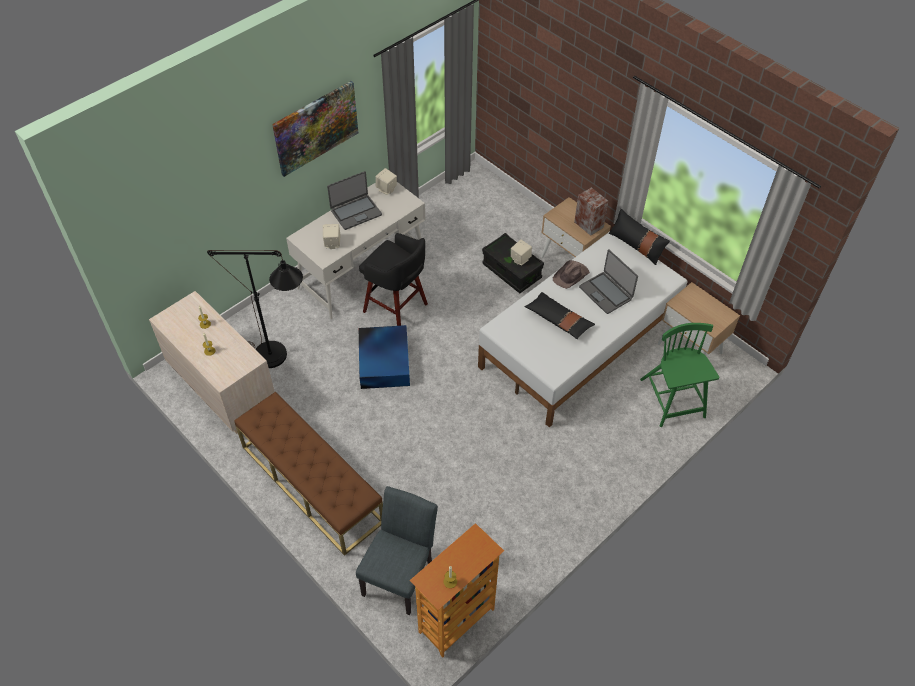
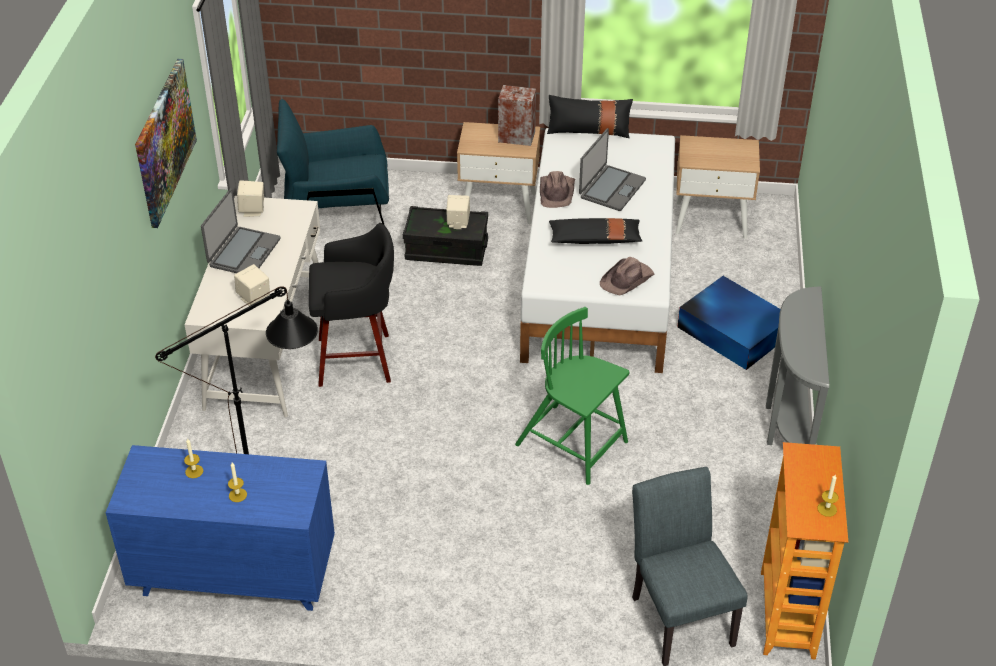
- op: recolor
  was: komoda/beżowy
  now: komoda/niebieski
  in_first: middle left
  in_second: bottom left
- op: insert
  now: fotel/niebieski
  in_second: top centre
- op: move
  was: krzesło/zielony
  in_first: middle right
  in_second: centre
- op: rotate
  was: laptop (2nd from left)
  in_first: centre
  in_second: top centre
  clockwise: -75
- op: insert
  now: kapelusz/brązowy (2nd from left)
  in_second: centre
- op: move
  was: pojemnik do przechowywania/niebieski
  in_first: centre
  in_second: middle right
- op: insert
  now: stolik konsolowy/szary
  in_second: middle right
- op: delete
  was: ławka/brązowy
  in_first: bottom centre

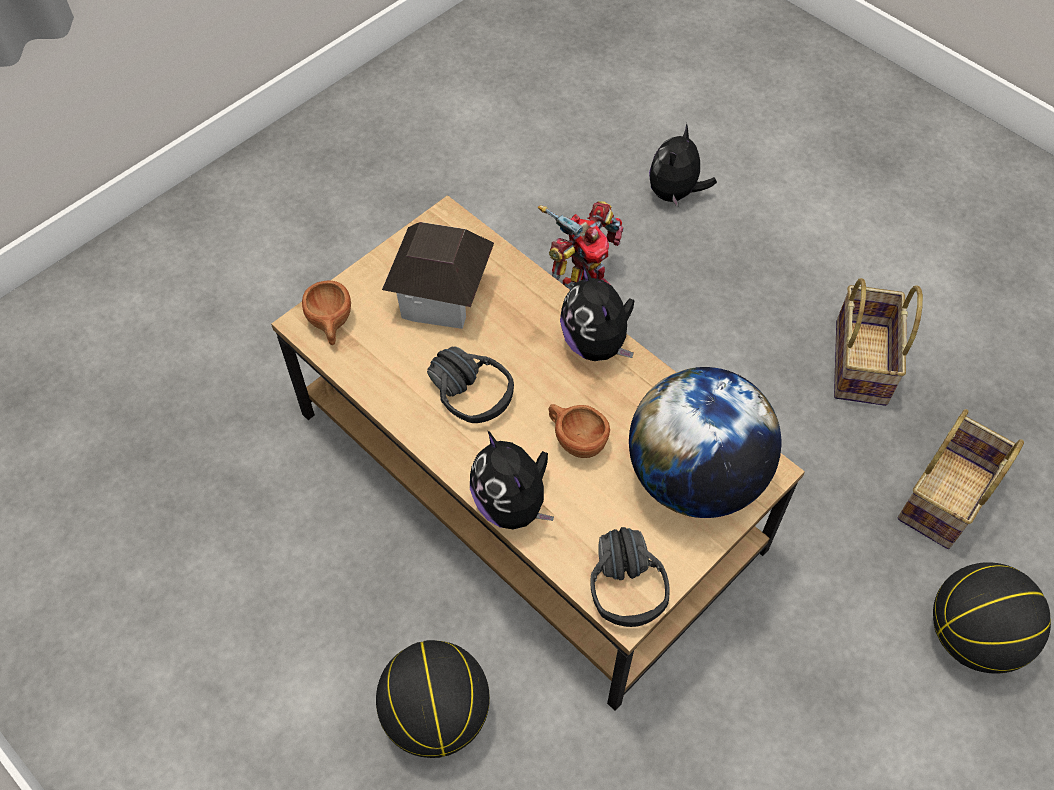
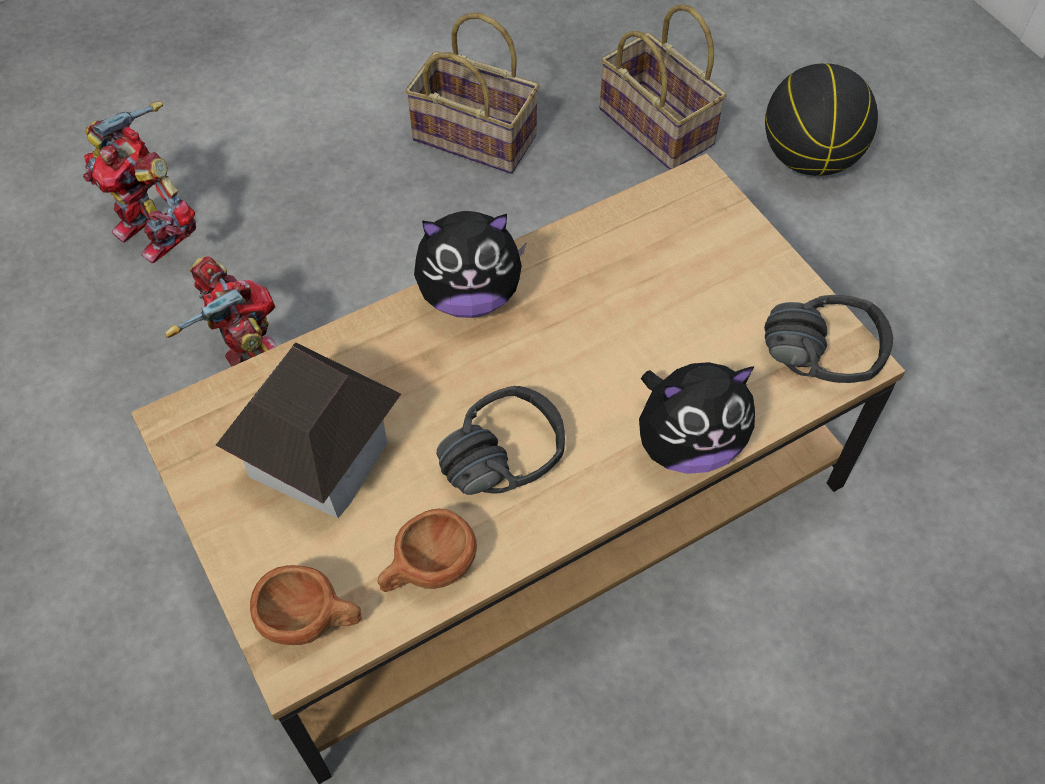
- op: replace
  was: pluszak (3rd from left)
  now: robot zabawkowy (1st from left)
  in_first: top centre
  in_second: top left
- op: move
  was: filiżanka/brązowy (2nd from left)
  in_first: centre
  in_second: bottom centre
- op: delete
  was: piłka do koszykówki (1st from left)
  in_first: bottom centre
- op: delete
  was: globus
  in_first: middle right

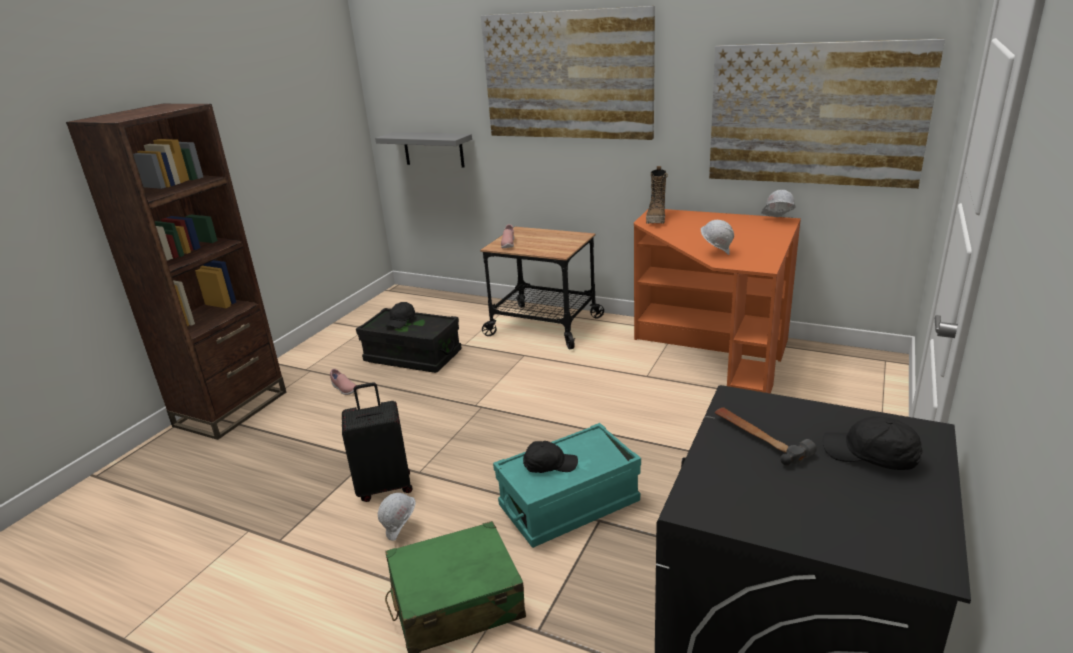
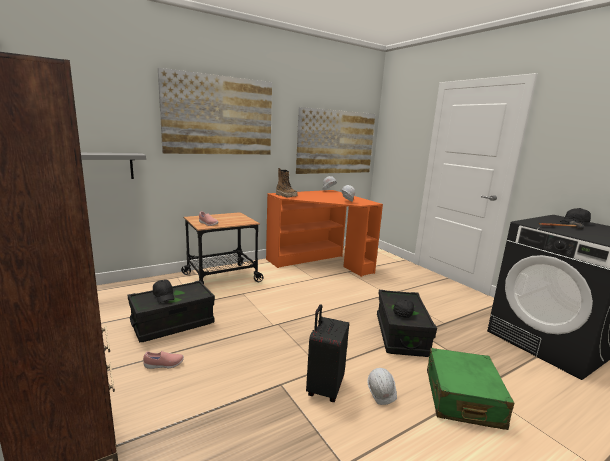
- op: recolor
  was: pojemnik do przechowywania/turkusowy
  now: pojemnik do przechowywania/czarny (2nd from left)
  in_first: bottom centre
  in_second: bottom right

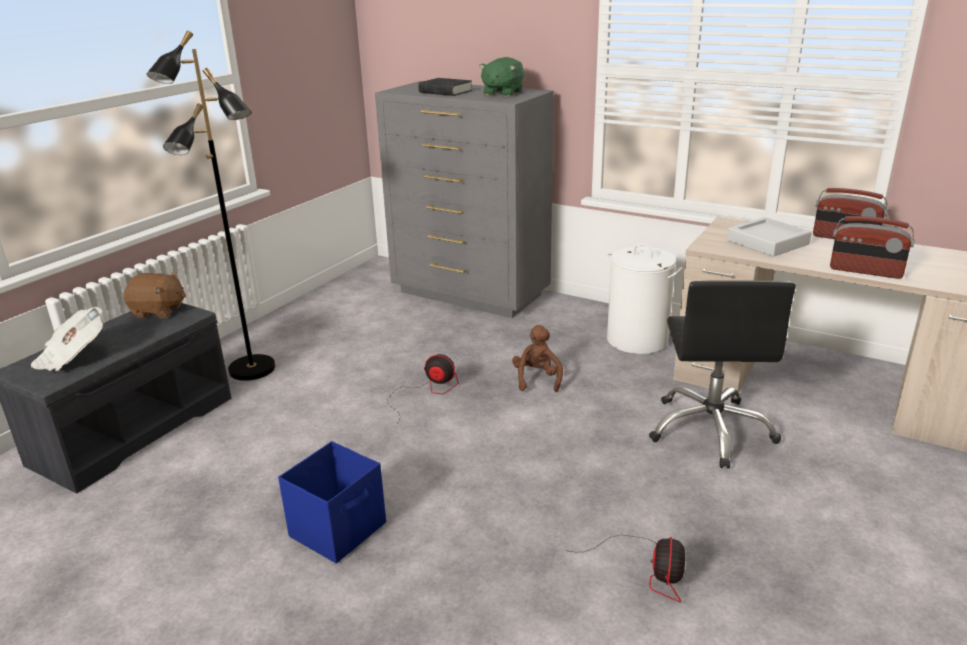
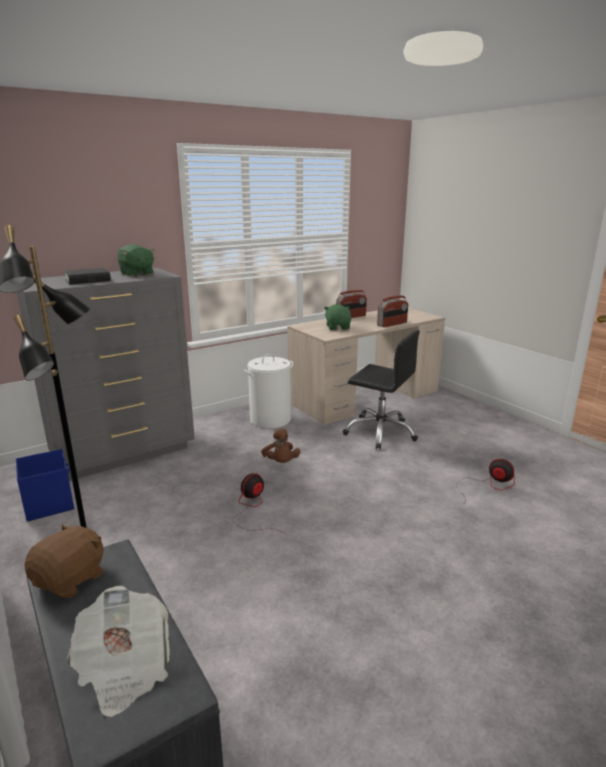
- op: move
  was: pojemnik do przechowywania/niebieski
  in_first: bottom centre
  in_second: middle left
- op: rotate
  was: pluszak/brązowy (2nd from left)
  in_first: centre
  in_second: centre
  clockwise: -135
- op: replace
  was: taca/szary
  now: pluszak/zielony (2nd from left)
  in_first: middle right
  in_second: centre

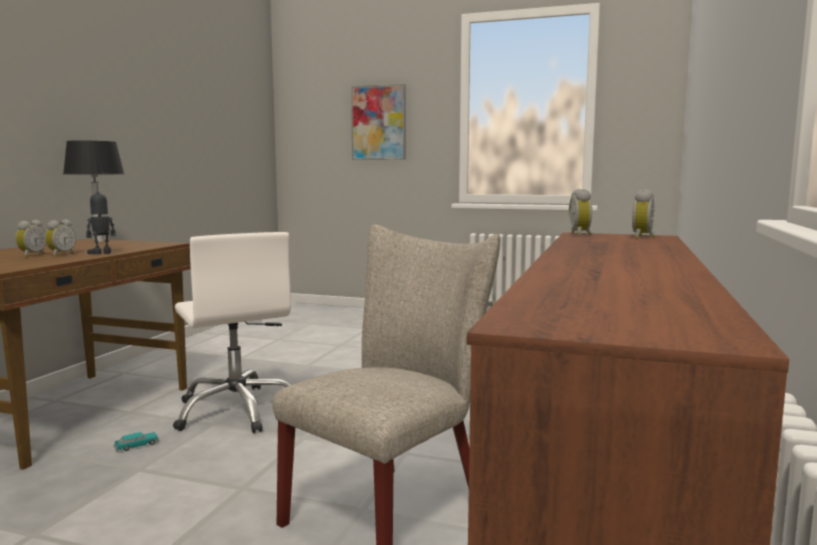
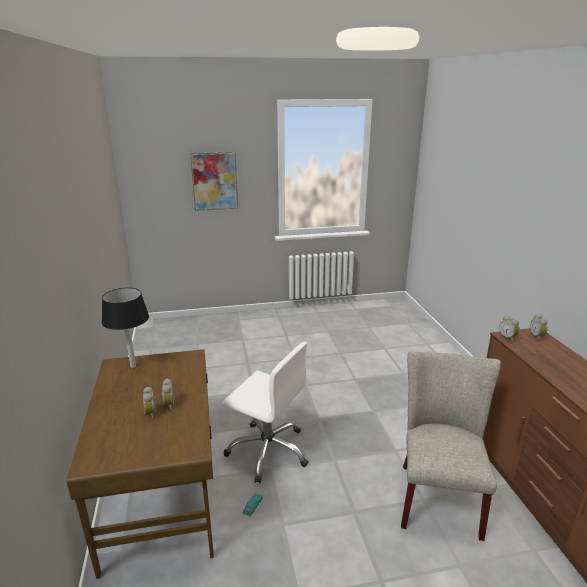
- op: delete
  was: robot zabawkowy
  in_first: middle left

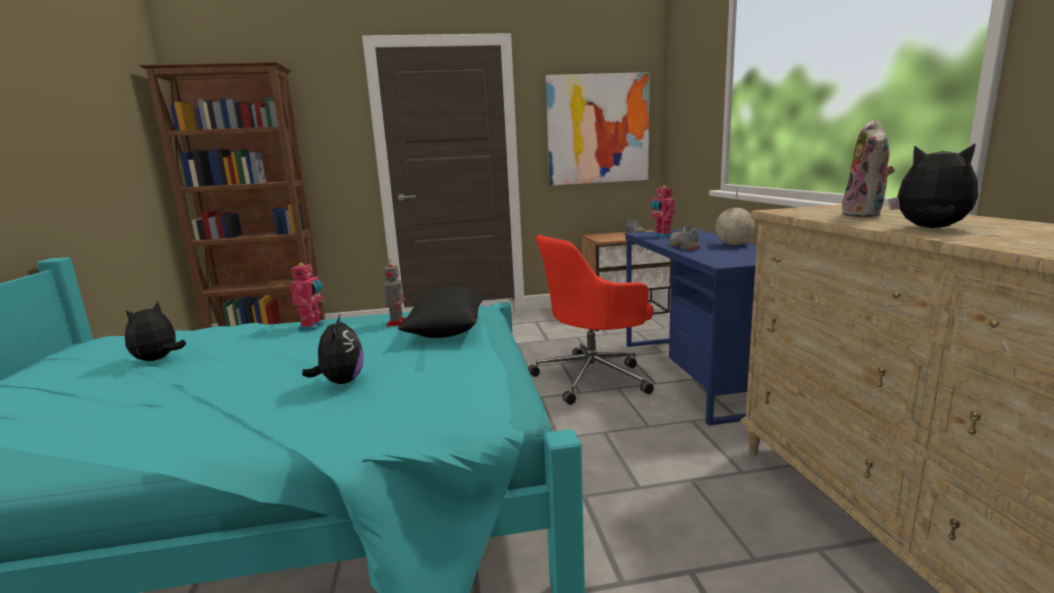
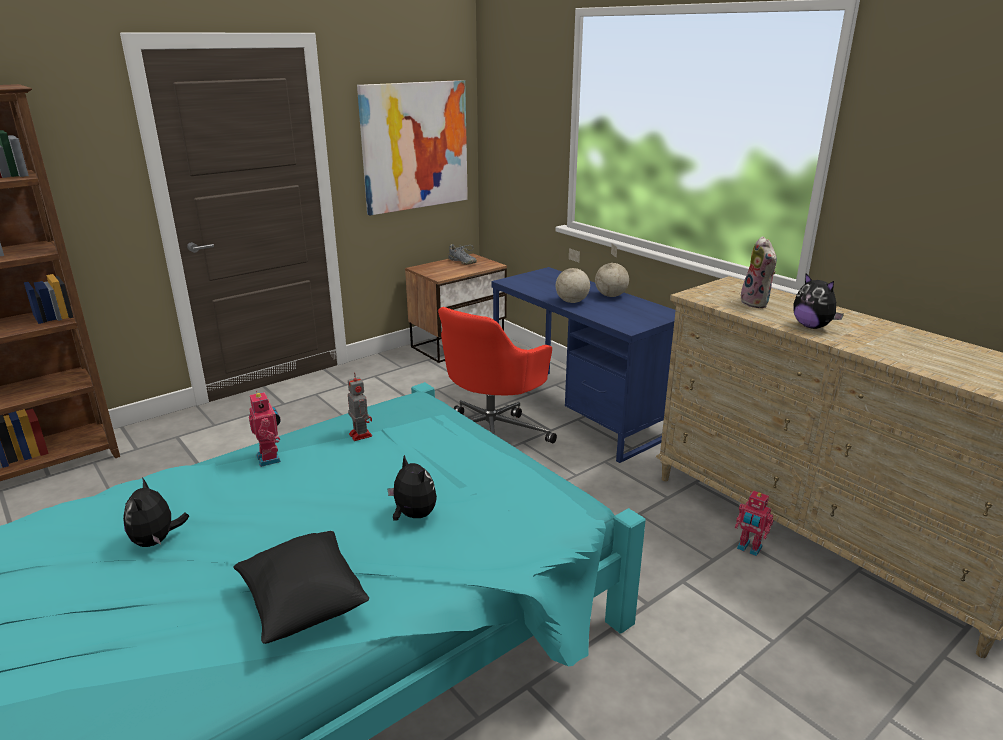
- op: move
  was: poduszka/czarny
  in_first: centre
  in_second: bottom left
- op: replace
  was: but/szary (2nd from left)
  now: globus (1st from left)
  in_first: centre
  in_second: centre
- op: move
  was: robot zabawkowy (3rd from left)
  in_first: centre
  in_second: bottom right
- op: rotate
  was: pluszak (4th from left)
  in_first: top right
  in_second: middle right
  clockwise: -135

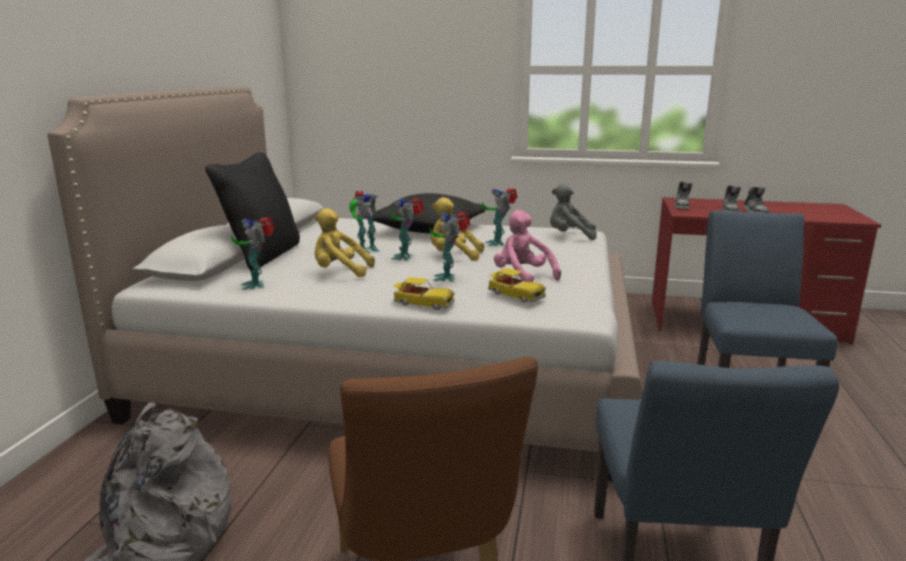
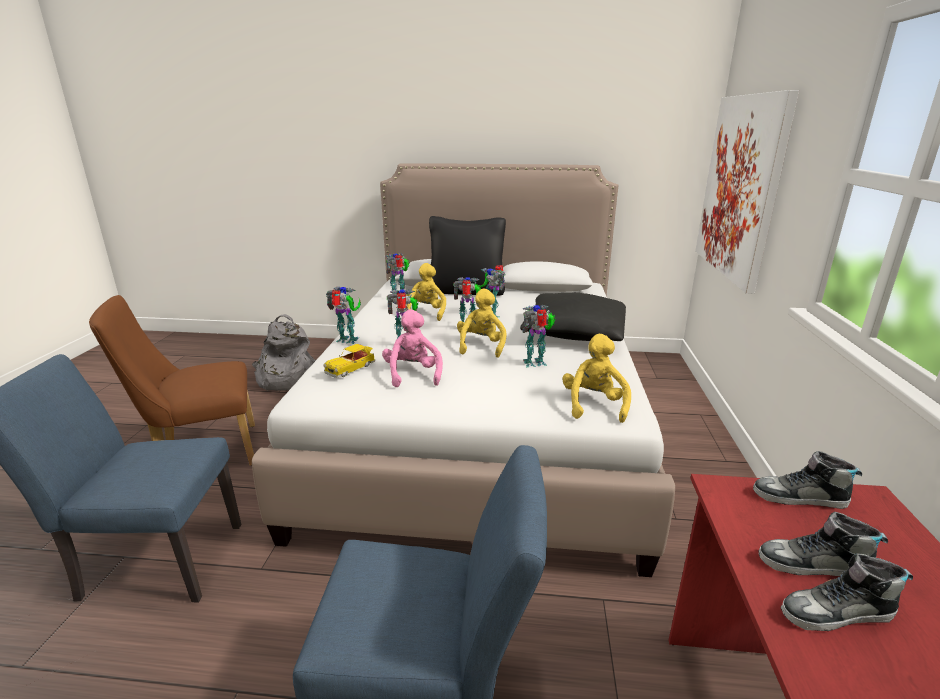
- op: replace
  was: samochodzik (1st from left)
  now: robot zabawkowy (1st from left)
  in_first: centre
  in_second: centre
- op: rotate
  was: pluszak/różowy
  in_first: centre
  in_second: centre
  clockwise: -60
- op: recolor
  was: pluszak/szary
  now: pluszak/żółty (3rd from left)
  in_first: centre
  in_second: centre
- op: insert
  now: obraz
  in_second: top right

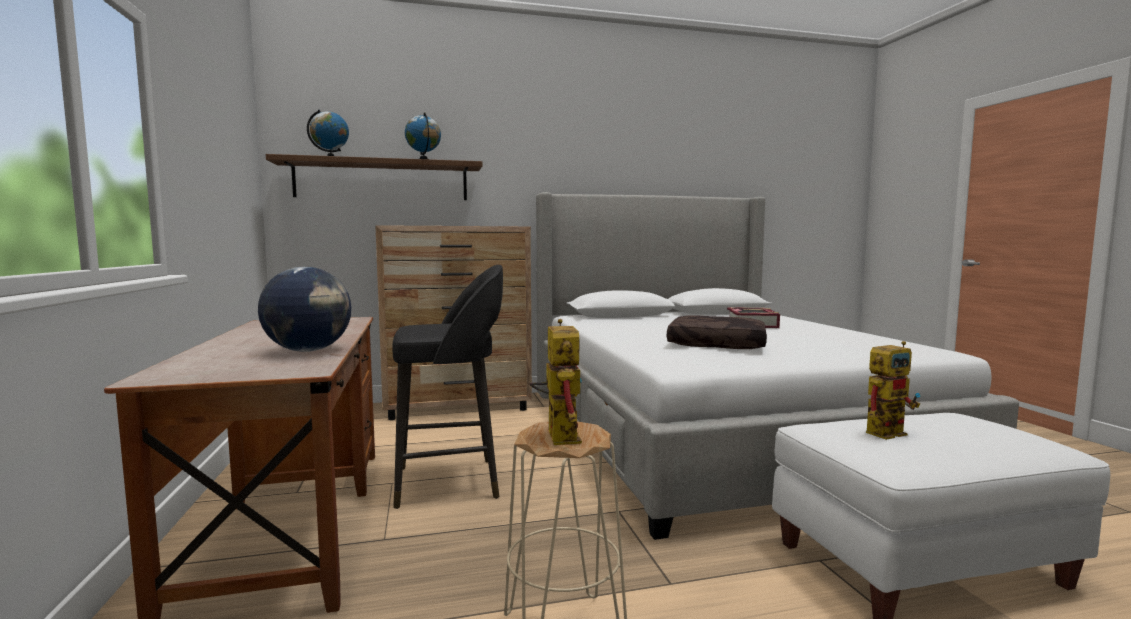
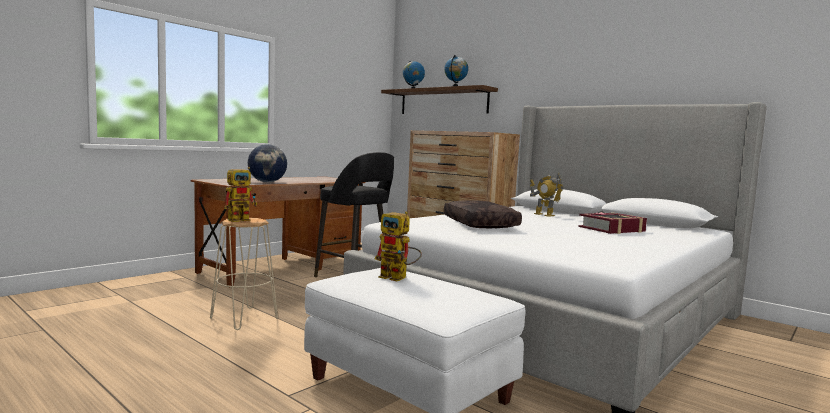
- op: insert
  now: robot zabawkowy (3rd from left)
  in_second: centre

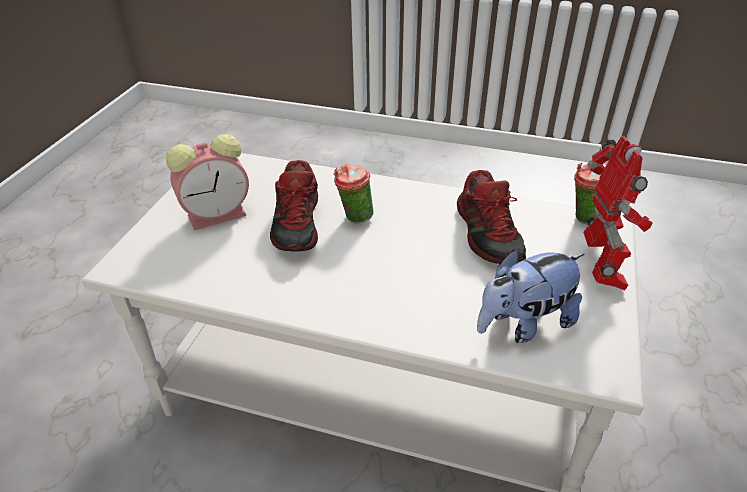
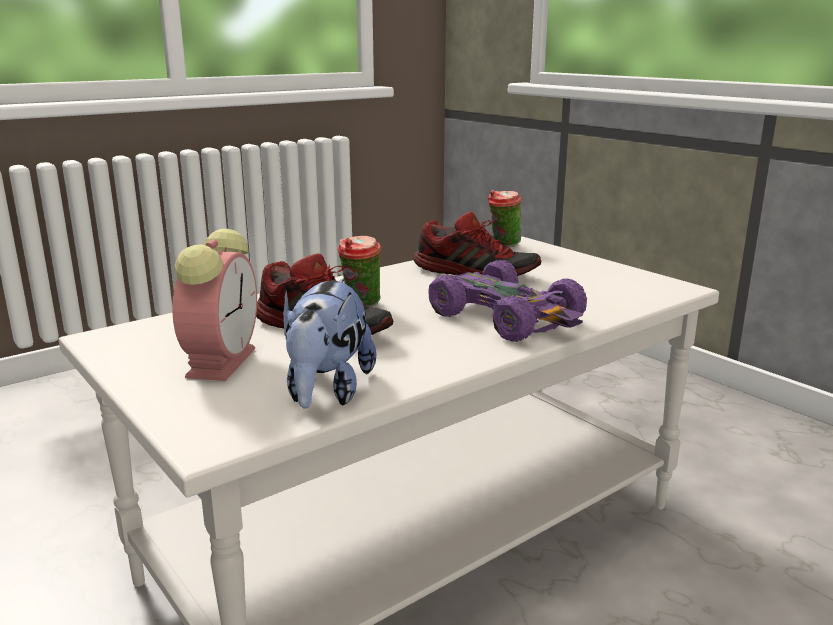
- op: move
  was: pluszak
  in_first: middle right
  in_second: centre
- op: insert
  now: samochodzik/fioletowy
  in_second: centre
- op: delete
  was: robot zabawkowy
  in_first: middle right

